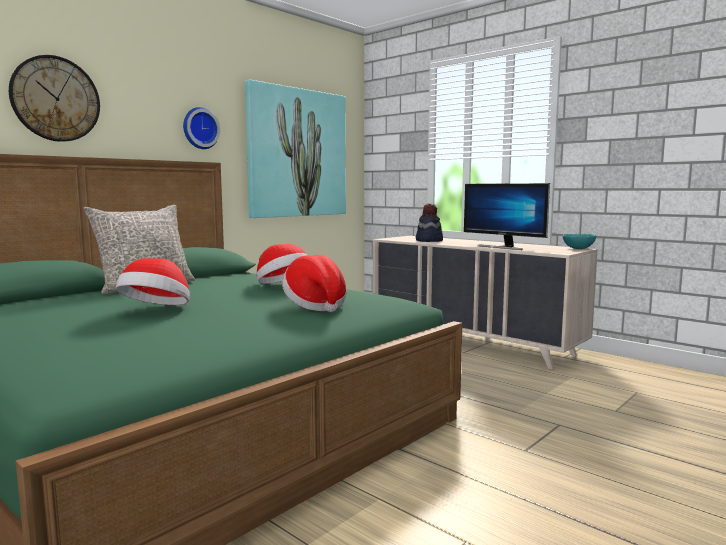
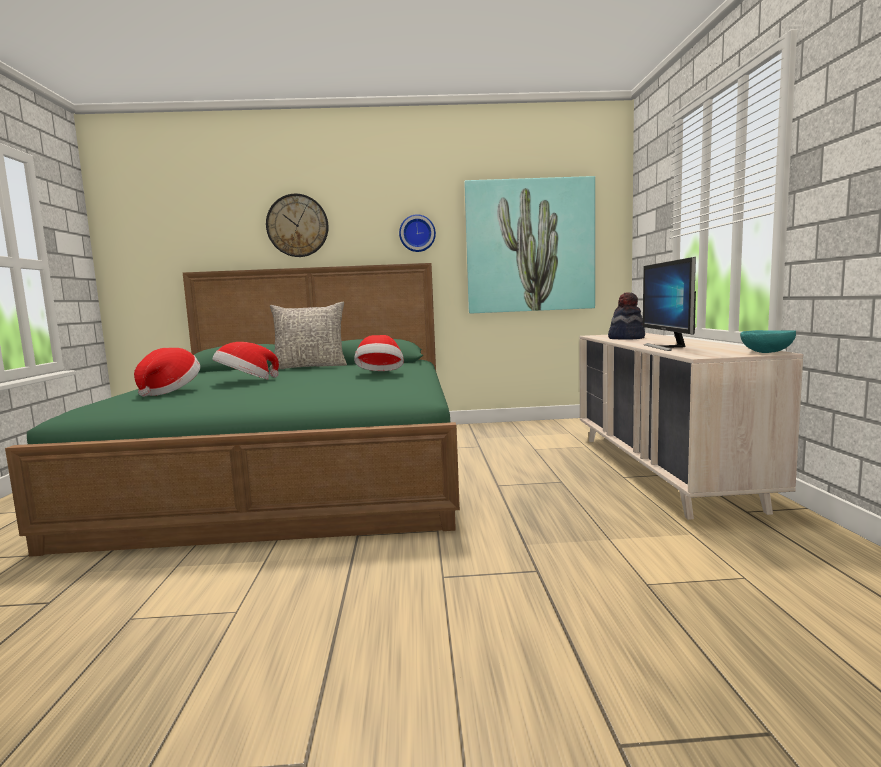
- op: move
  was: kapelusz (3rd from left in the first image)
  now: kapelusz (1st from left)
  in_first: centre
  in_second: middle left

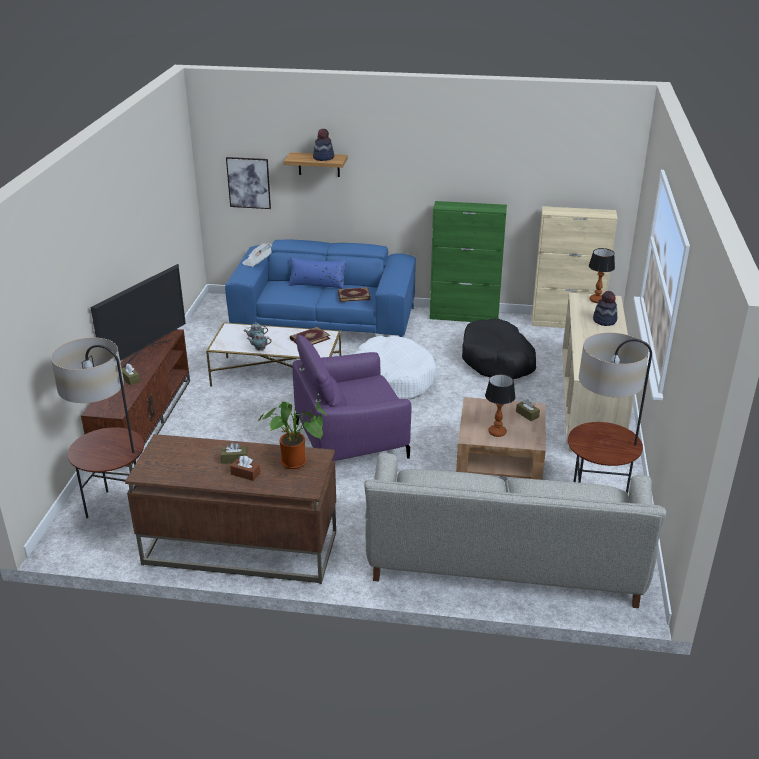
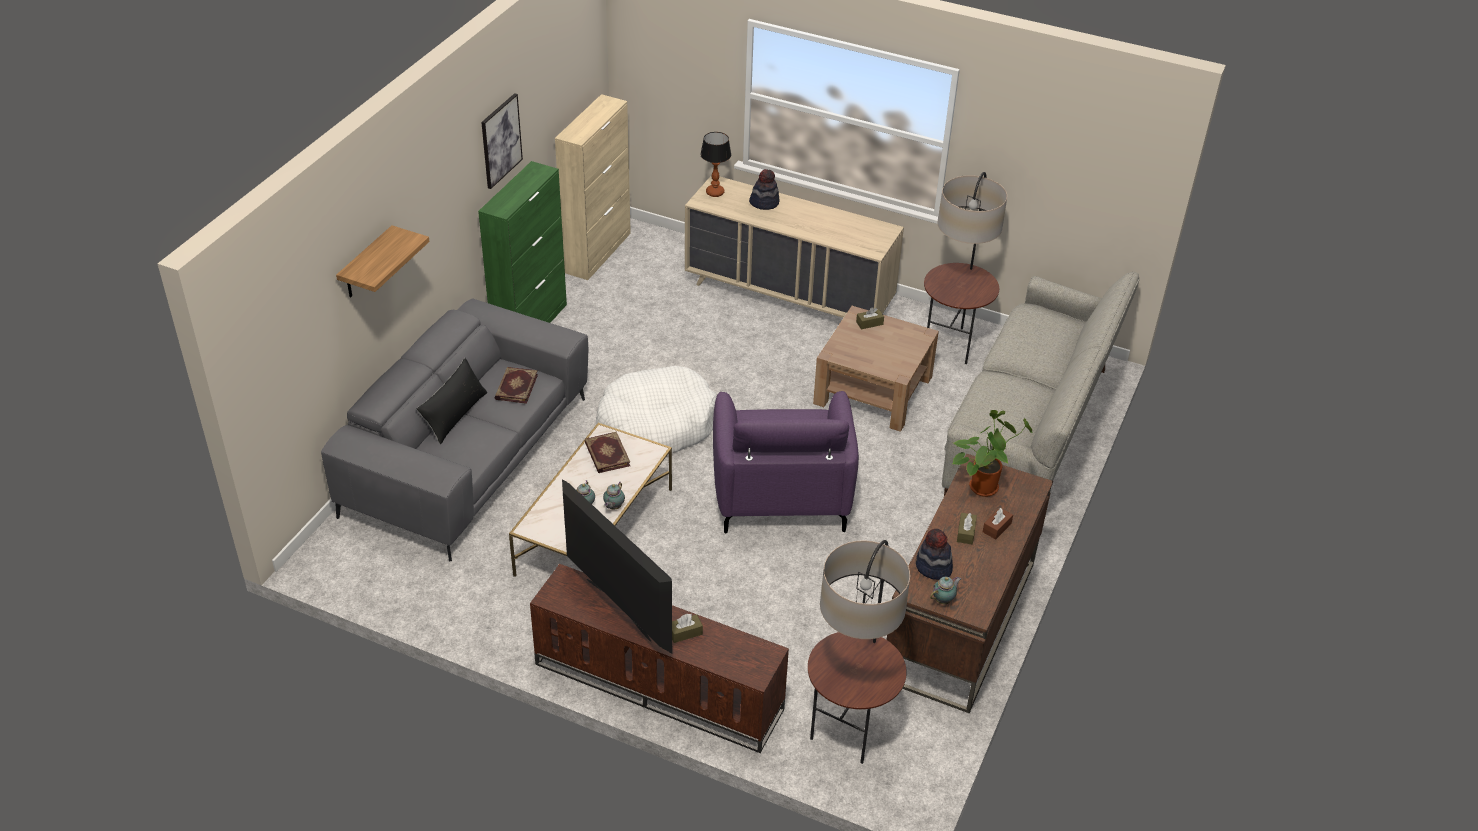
- op: recolor
  was: kanapa/niebieski
  now: kanapa/szary (1st from left)
  in_first: centre
  in_second: middle left
- op: recolor
  was: poduszka/niebieski
  now: poduszka/czarny
  in_first: centre
  in_second: middle left
- op: move
  was: obraz
  in_first: top left
  in_second: top centre
- op: move
  was: kapelusz (1st from left in the first image)
  now: kapelusz (2nd from left)
  in_first: top centre
  in_second: bottom centre
- op: insert
  now: imbryk (3rd from left)
  in_second: bottom centre
- op: delete
  was: gazeta
  in_first: centre
- op: delete
  was: legowisko/czarny
  in_first: centre
- op: delete
  was: lampa stołowa (1st from left)
  in_first: centre

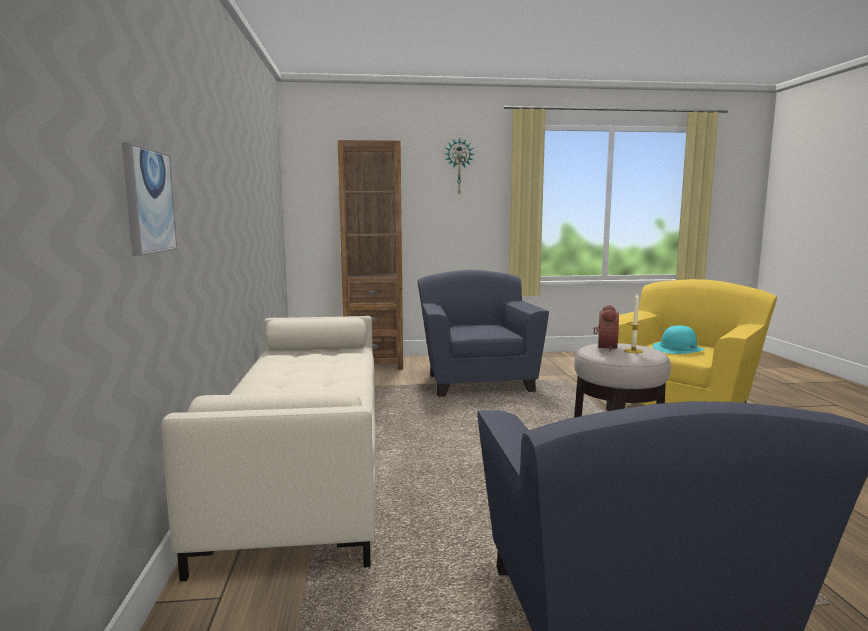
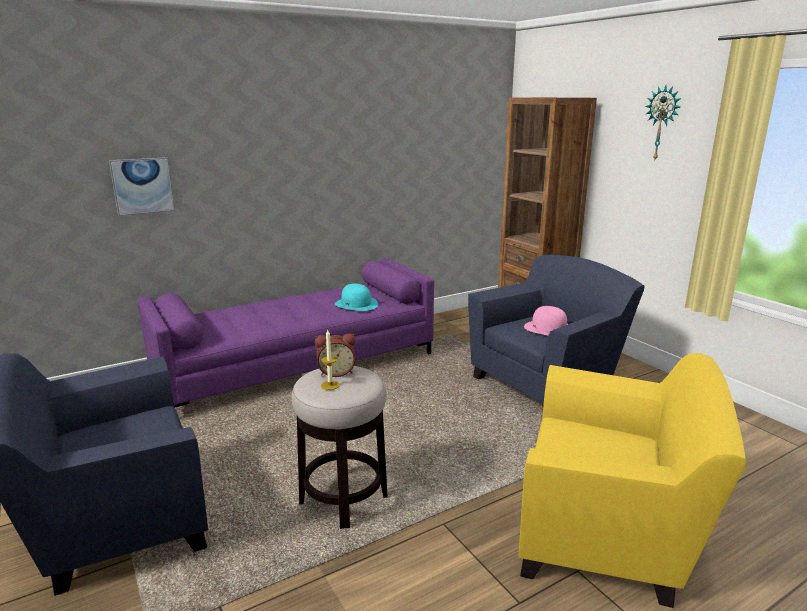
- op: recolor
  was: kanapa/beżowy
  now: kanapa/fioletowy
  in_first: bottom left
  in_second: centre
- op: move
  was: kapelusz/turkusowy
  in_first: middle right
  in_second: centre
- op: insert
  now: kapelusz/różowy
  in_second: middle right

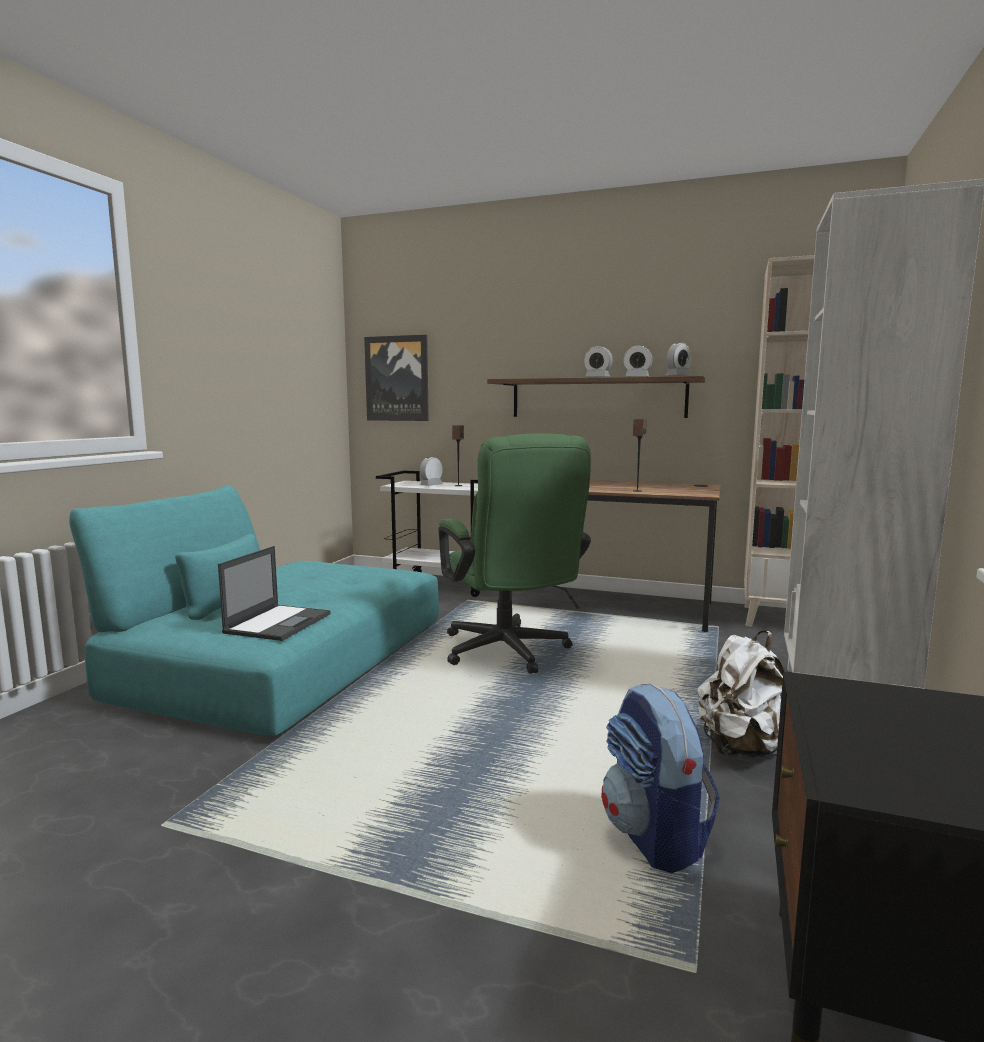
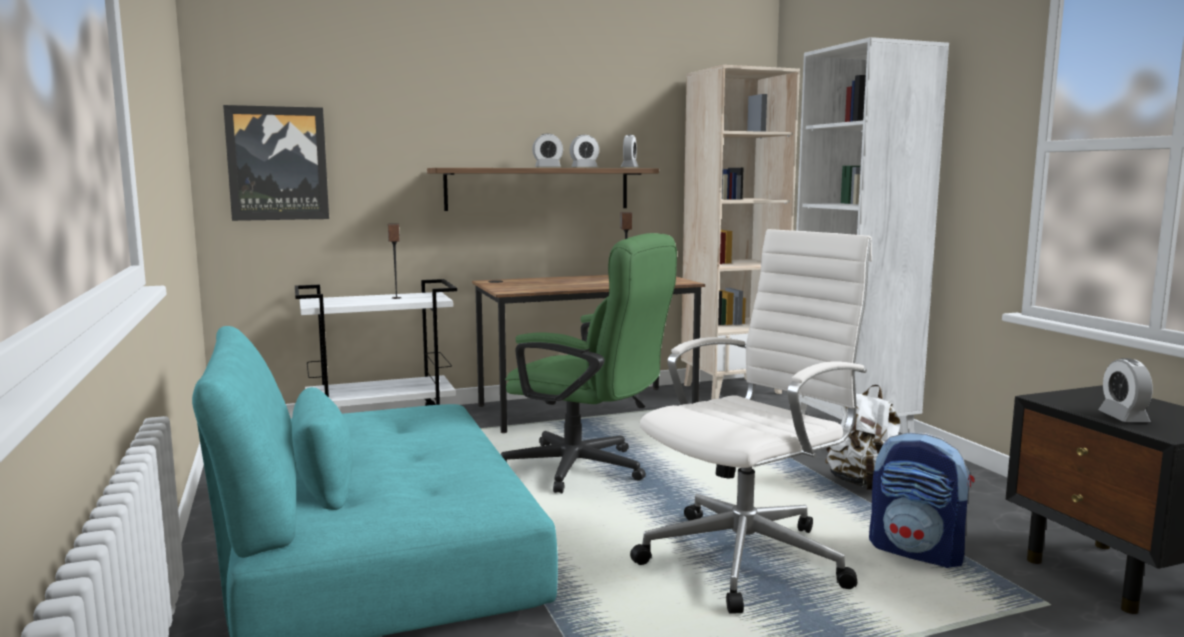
- op: insert
  now: krzesło biurowe/biały
  in_second: centre
- op: move
  was: budzik (1st from left in the first image)
  now: budzik (4th from left)
  in_first: centre
  in_second: middle right
- op: delete
  was: laptop
  in_first: middle left

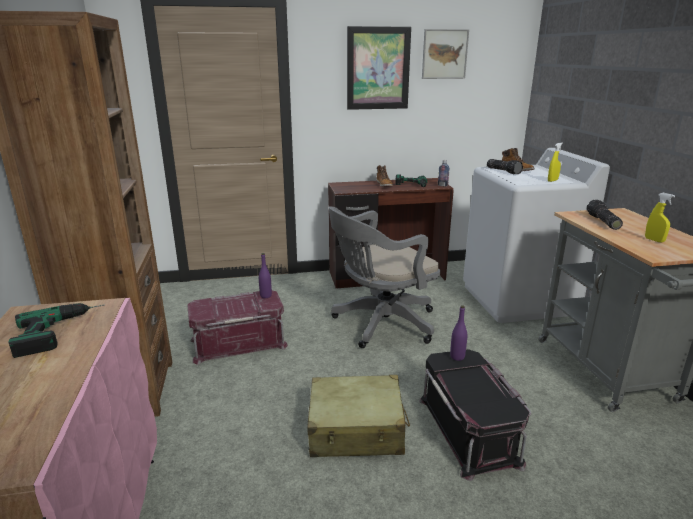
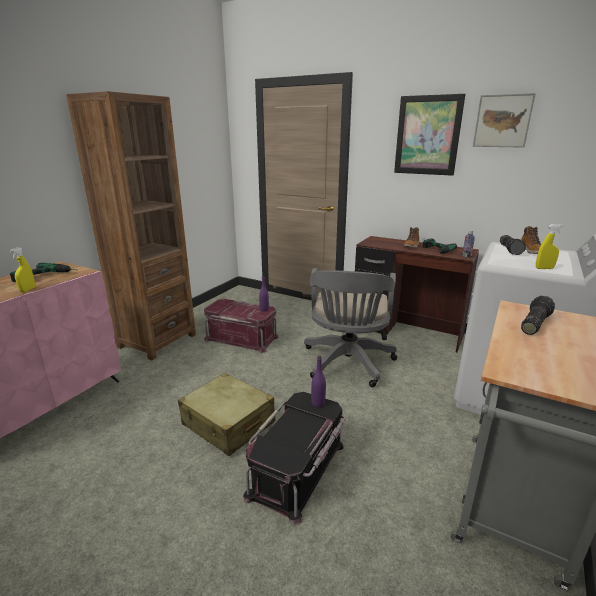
- op: move
  was: spryskiwacz/żółty (2nd from left in the first image)
  now: spryskiwacz/żółty (1st from left)
  in_first: middle right
  in_second: middle left
- op: rotate
  was: krzesło biurowe/szary
  in_first: centre
  in_second: centre
  clockwise: -90

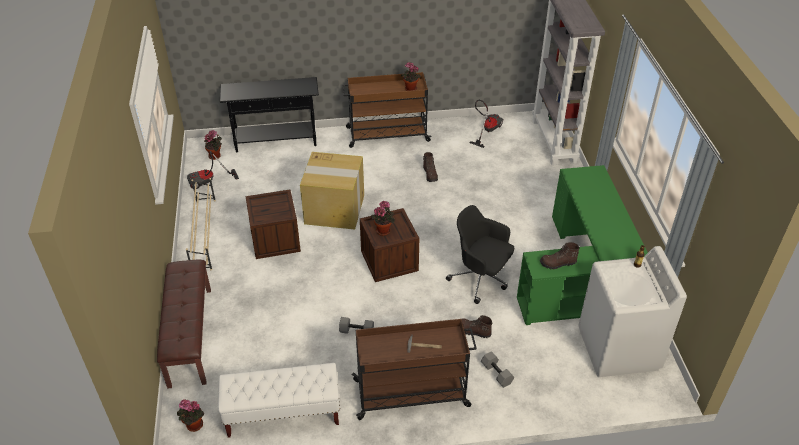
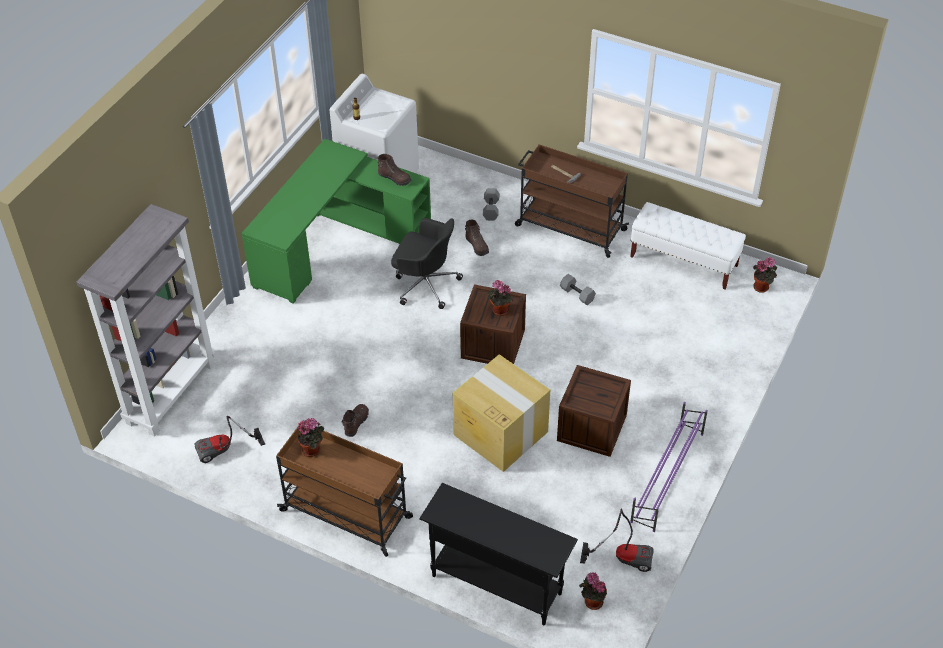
- op: rotate
  was: krzesło biurowe/czarny
  in_first: centre
  in_second: centre
  clockwise: -45
- op: recolor
  was: regał na buty/beżowy
  now: regał na buty/fioletowy
  in_first: middle left
  in_second: bottom right
- op: delete
  was: ławka/brązowy
  in_first: bottom left

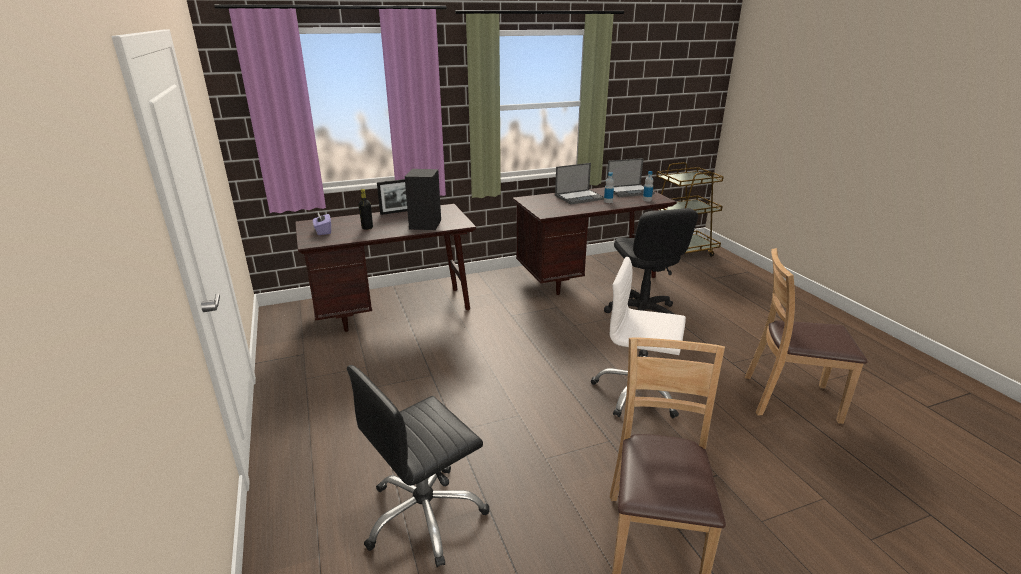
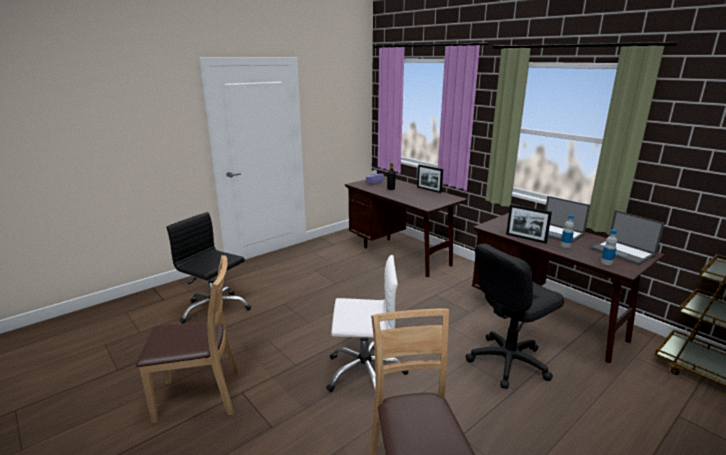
- op: rotate
  was: krzesło biurowe/biały
  in_first: centre
  in_second: bottom centre
  clockwise: 90
- op: insert
  now: ramka na zdjęcie (2nd from left)
  in_second: middle right
- op: delete
  was: głośnik/czarny
  in_first: centre

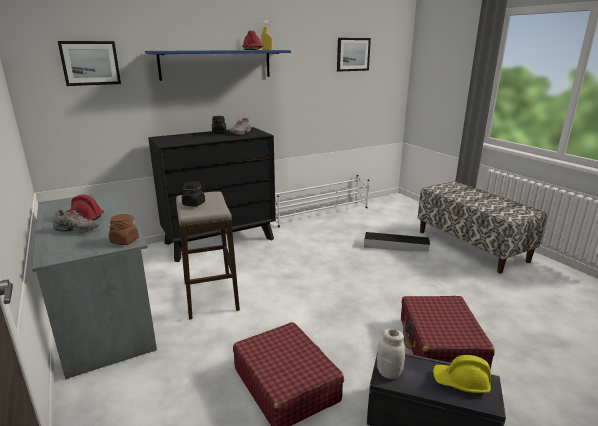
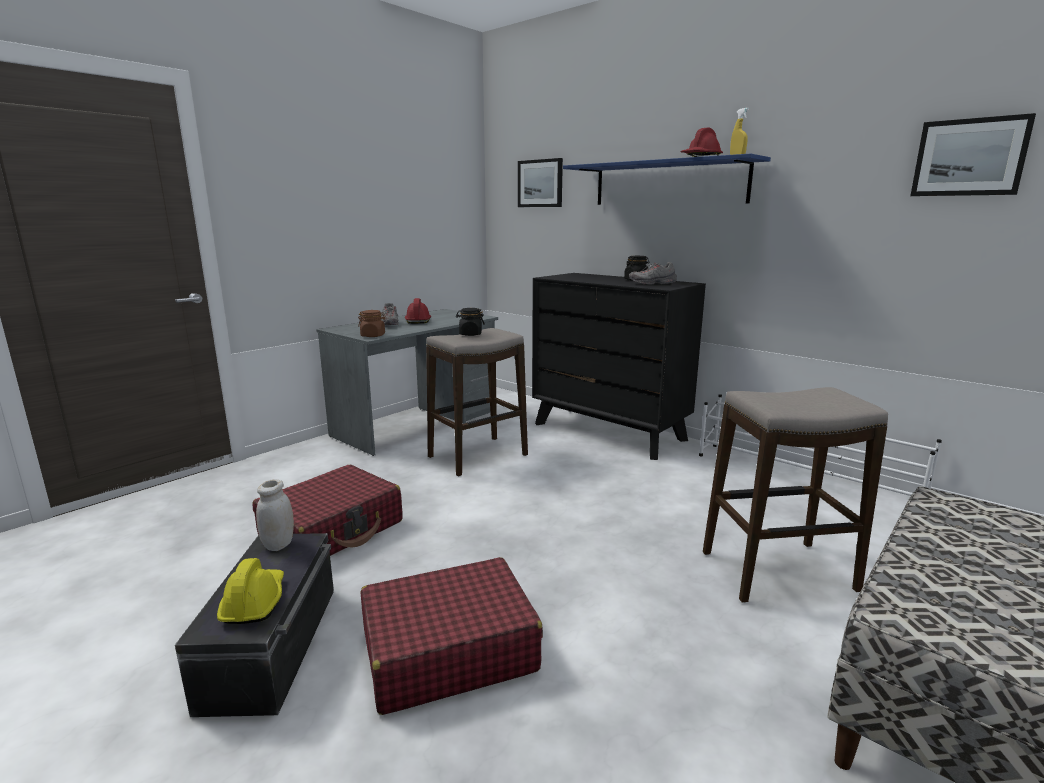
- op: replace
  was: pojemnik do przechowywania/czarny (1st from left)
  now: stołek (2nd from left)
  in_first: centre
  in_second: middle right

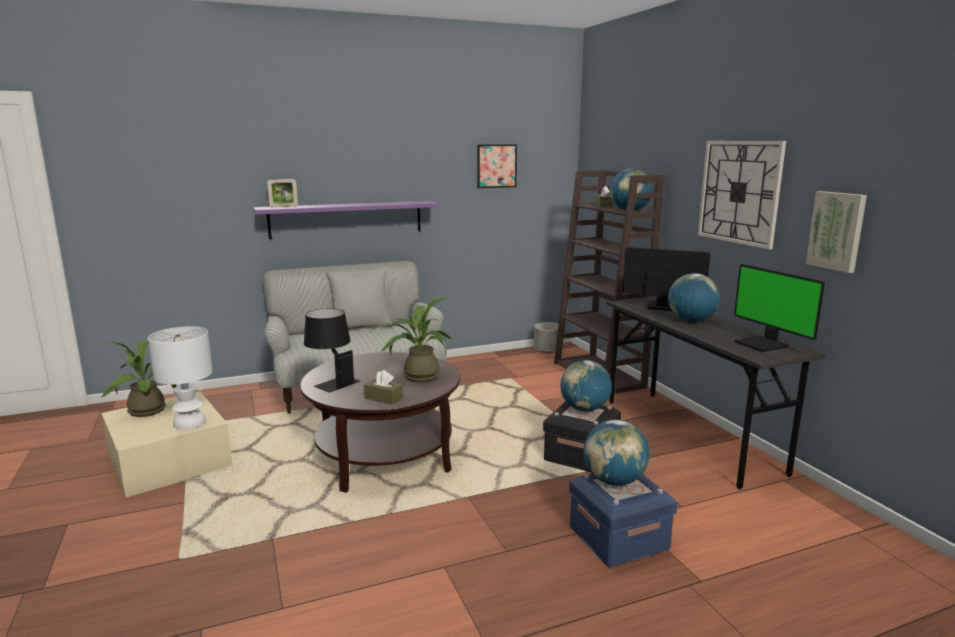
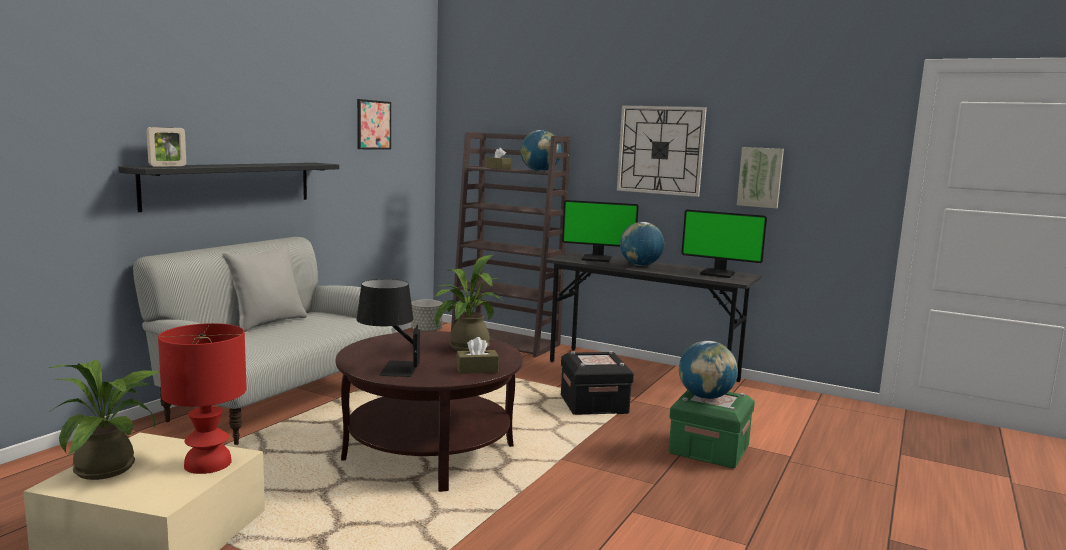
- op: recolor
  was: półka/fioletowy
  now: półka/czarny
  in_first: centre
  in_second: middle left
- op: recolor
  was: lampa stołowa/biały
  now: lampa stołowa/czerwony
  in_first: middle left
  in_second: bottom left
- op: rotate
  was: monitor (1st from left)
  in_first: middle right
  in_second: centre
  clockwise: -150
- op: recolor
  was: pojemnik do przechowywania/niebieski
  now: pojemnik do przechowywania/zielony
  in_first: bottom centre
  in_second: bottom right
- op: delete
  was: globus (1st from left)
  in_first: centre

